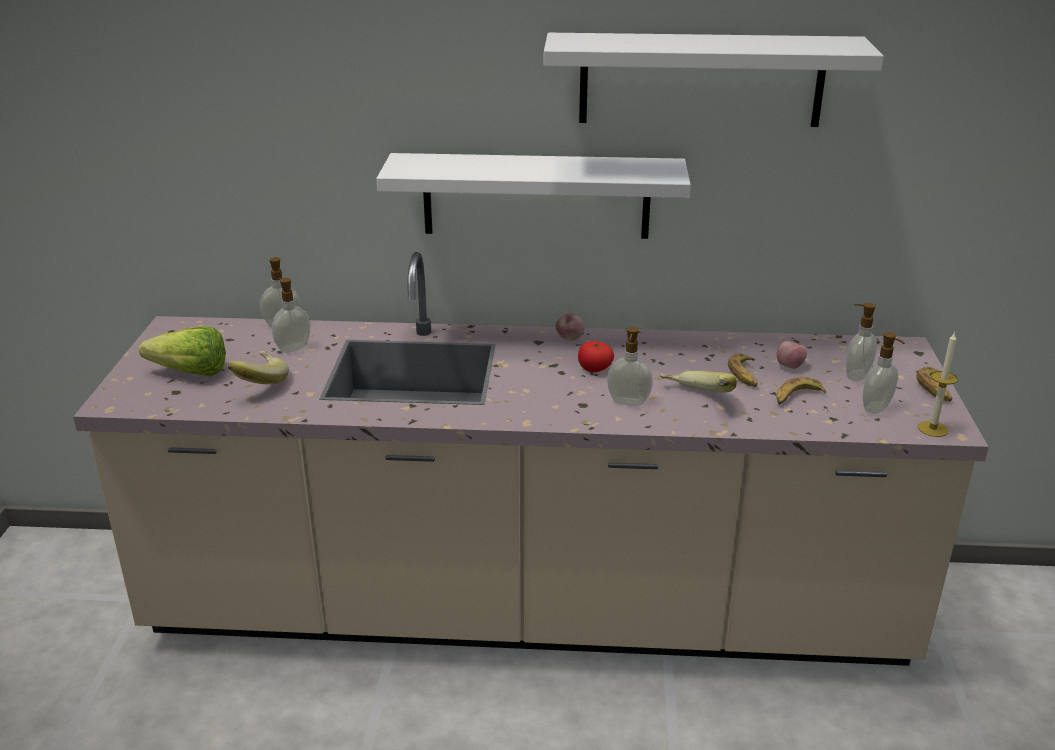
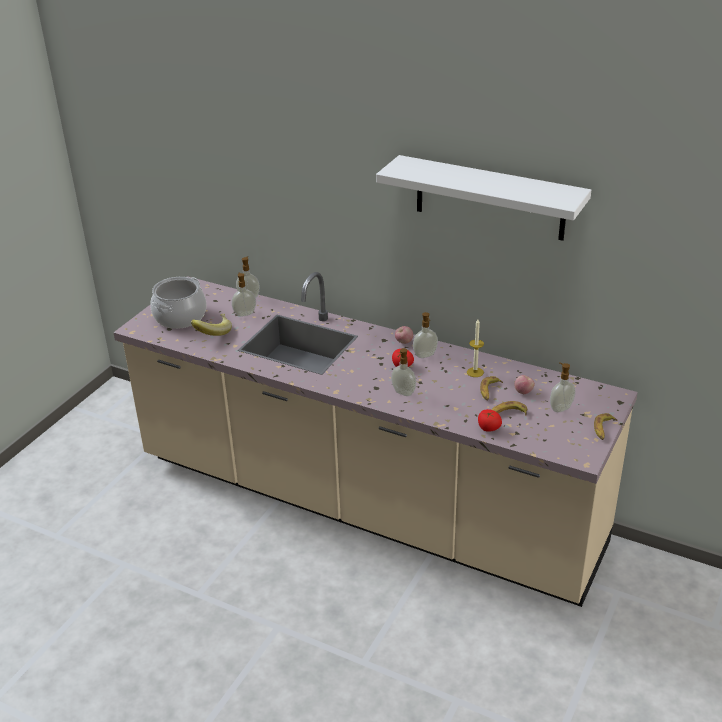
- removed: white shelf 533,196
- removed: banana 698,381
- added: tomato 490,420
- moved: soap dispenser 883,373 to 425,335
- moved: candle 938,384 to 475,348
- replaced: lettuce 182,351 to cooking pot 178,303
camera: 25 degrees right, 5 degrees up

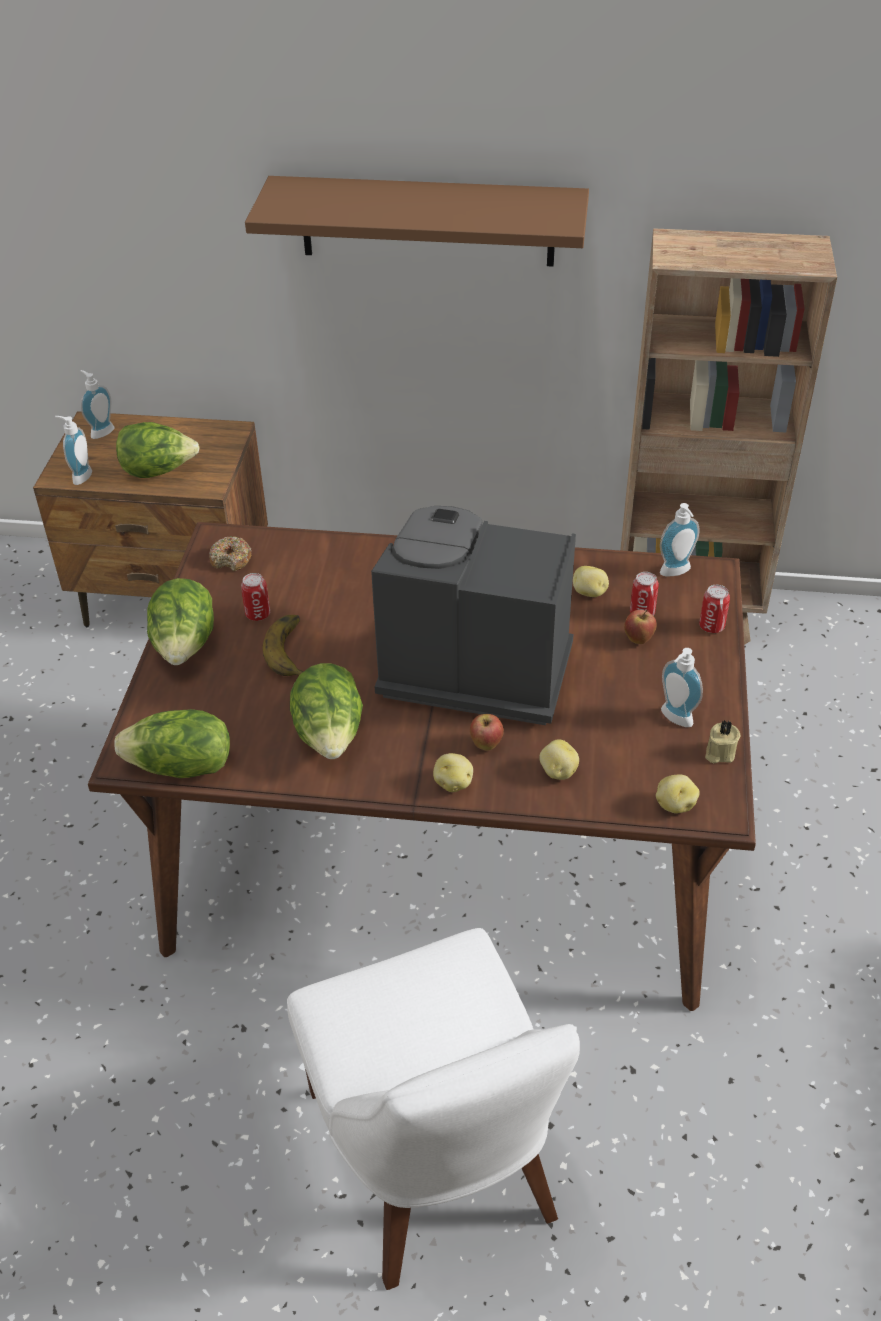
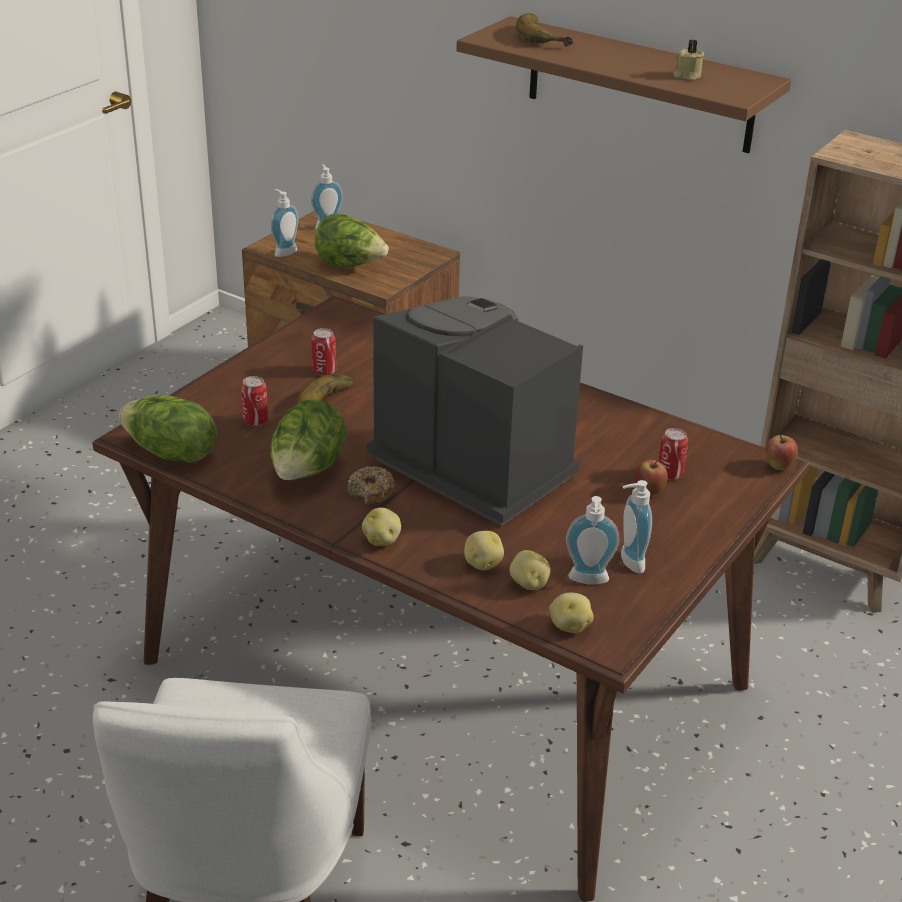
- removed: lettuce 180,621
- added: banana 544,29
- moved: donut 230,553 to 371,485
- moved: apple 487,732 to 781,452
- moved: potato 591,581 to 530,570
- moved: soap dispenser 679,539 to 592,540
- moved: can 714,609 to 254,401
- moved: beige candle 722,741 to 688,60
camera: 25 degrees right, 10 degrees down

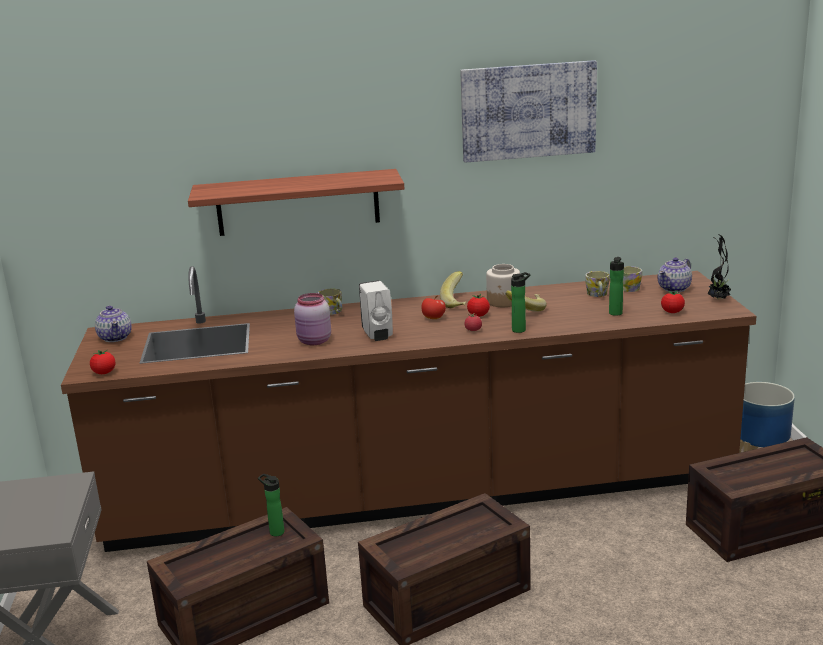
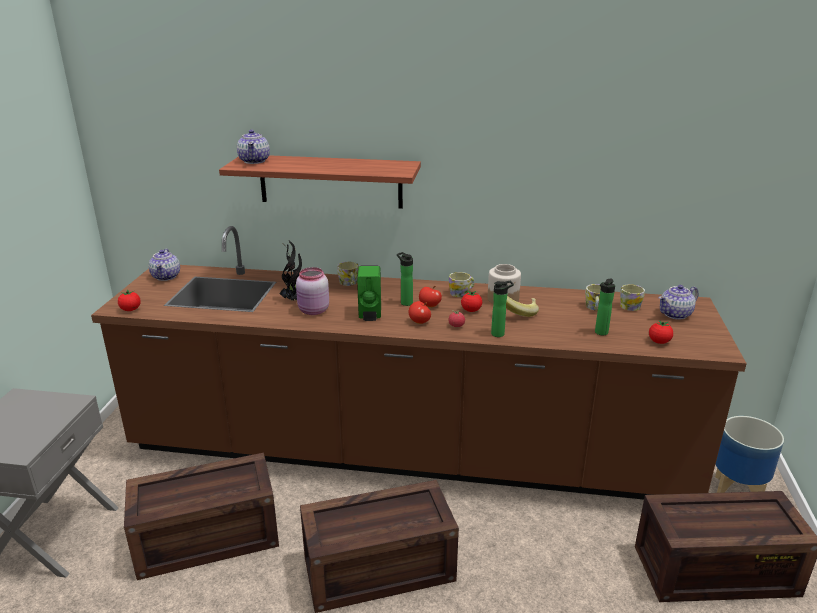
- removed: picture 528,111
- added: teapot 253,147
- added: apple 420,312
- moved: bottle 271,505 to 405,279
- moved: potted plant 718,266 to 290,271
- replaced: banana 453,289 to mug 462,284
- recoloured: white soap dispenser 376,310 to green soap dispenser 369,293
camera: 15 degrees right, 5 degrees up

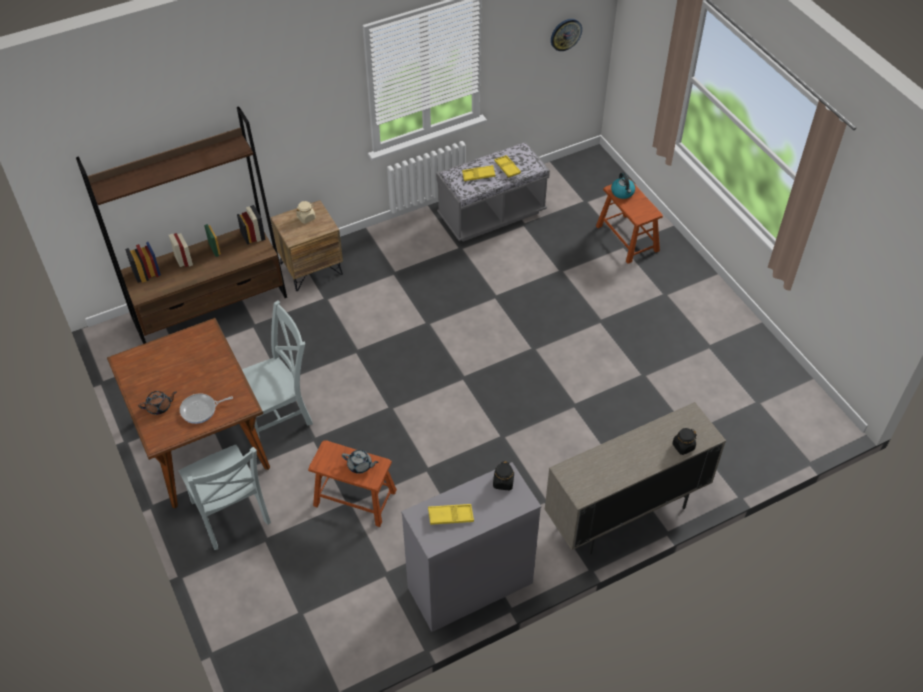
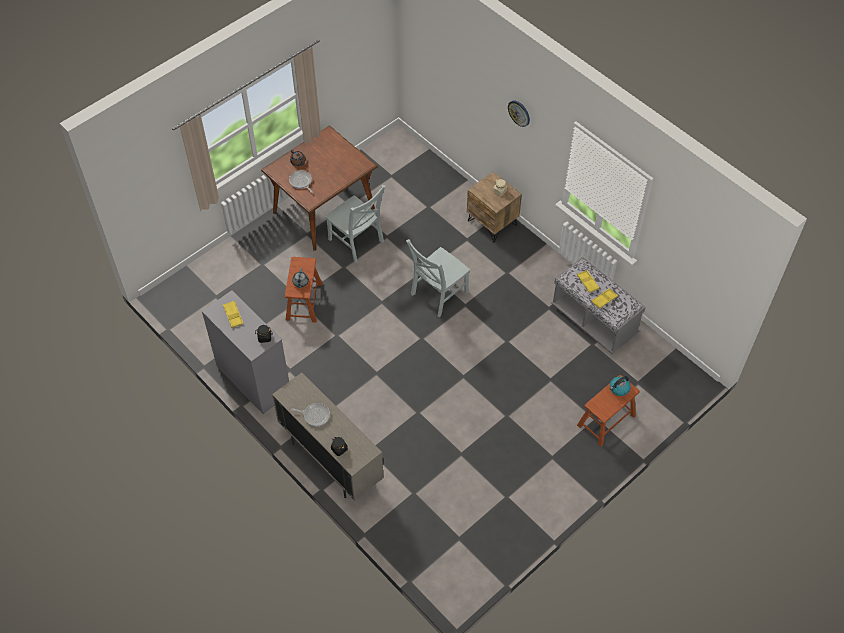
- removed: brown bookcase 181,225
- added: frying pan 310,414
- moved: grey chair 225,497 to 438,278
- moved: wall clock 566,35 to 519,113
camera: 75 degrees right, 5 degrees up

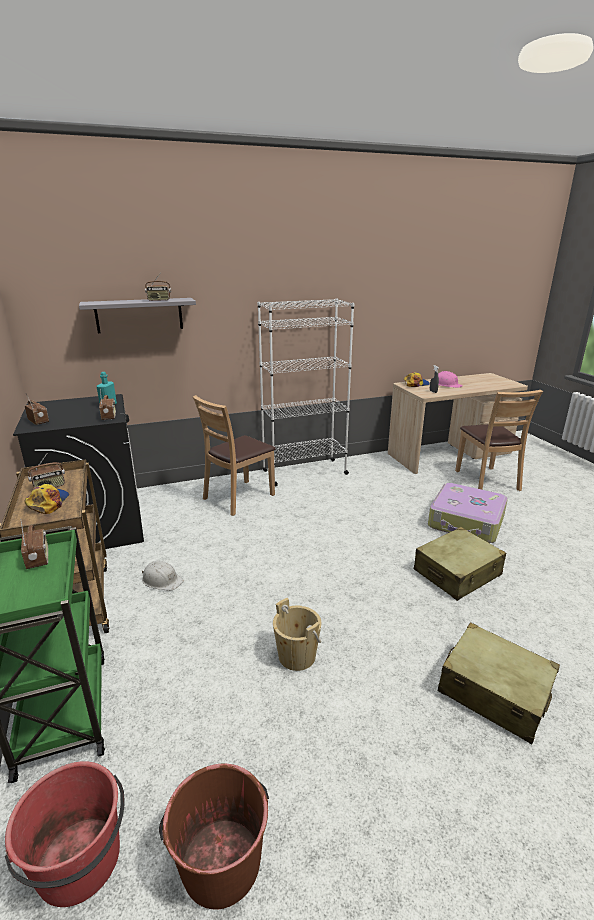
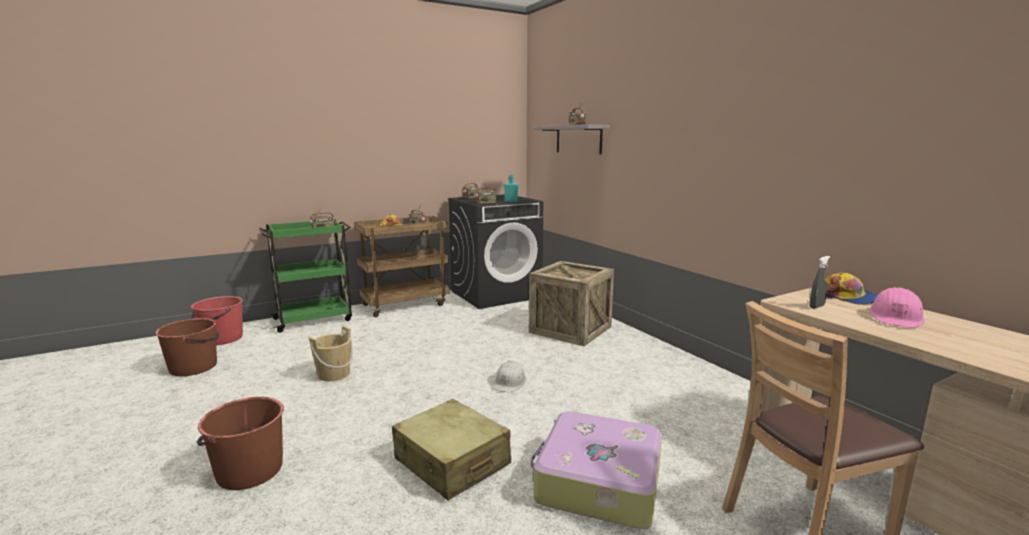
- removed: white bookcase 306,392
- moved: white hard hat 163,576 to 510,377
- replaced: brown chair 234,455 to crate 571,303
- replaced: beige suitcase 499,683 to brown bucket 240,443
camera: 80 degrees right, 10 degrees down

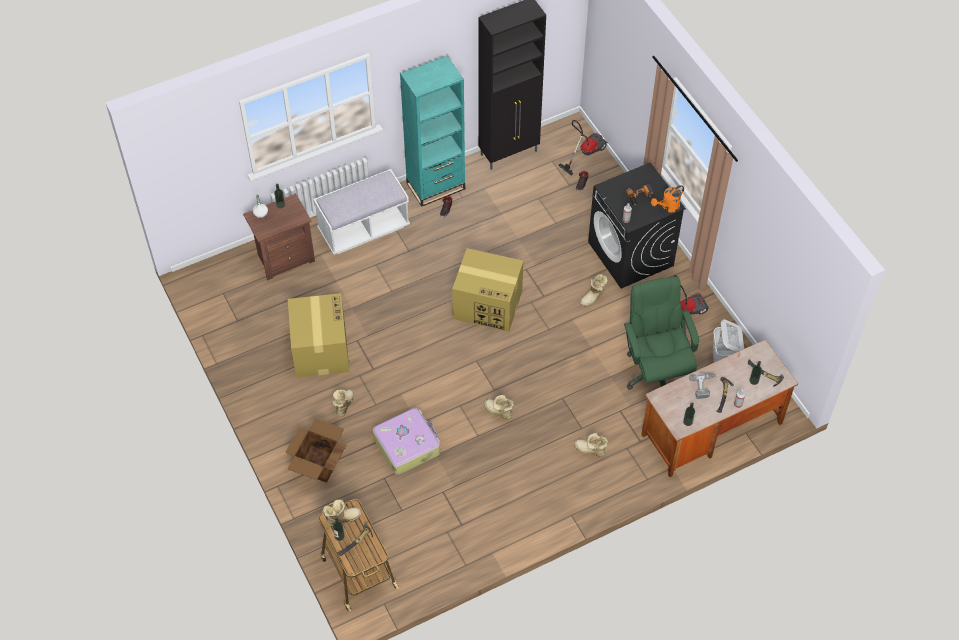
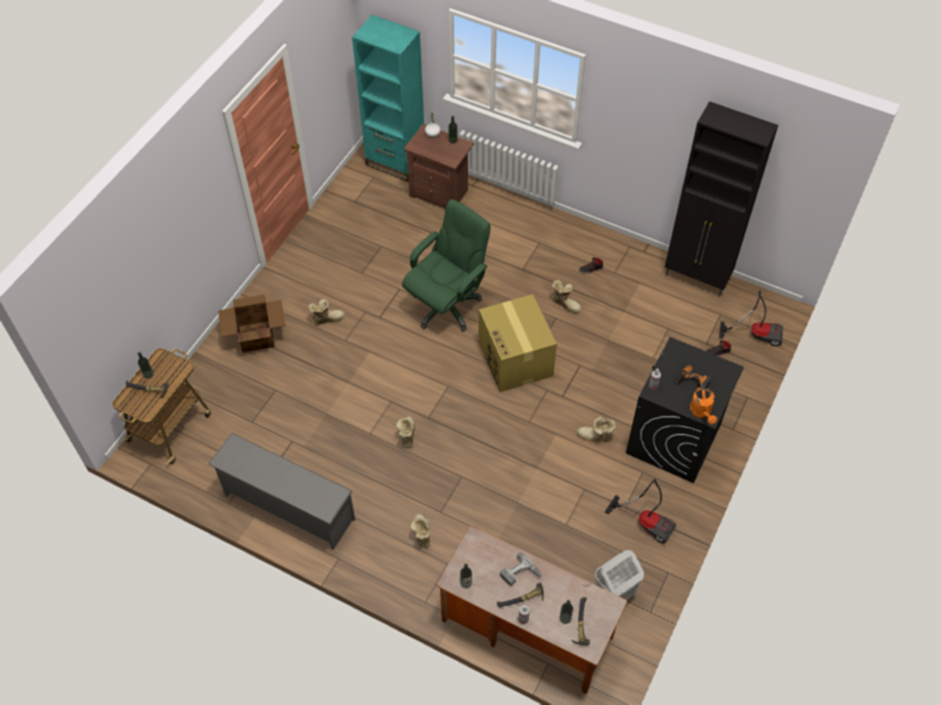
- removed: cardboard box 319,335
- removed: white bench 361,212
- removed: suitcase 406,441
- added: grey shoe rack 281,491
- moved: boot 342,513 to 567,296
- moved: turquoise bookcase 432,131 to 388,98
- moved: green office chair 661,333 to 446,265
- turned: orange watering can 667,199 = 703,403 120 degrees counterclockwise
camera: 55 degrees right, 0 degrees up

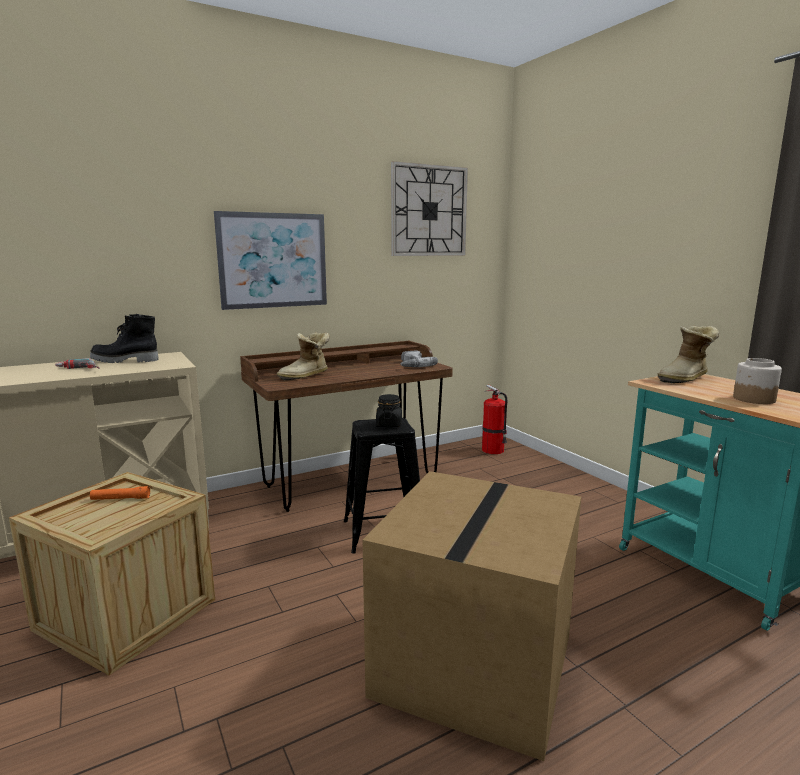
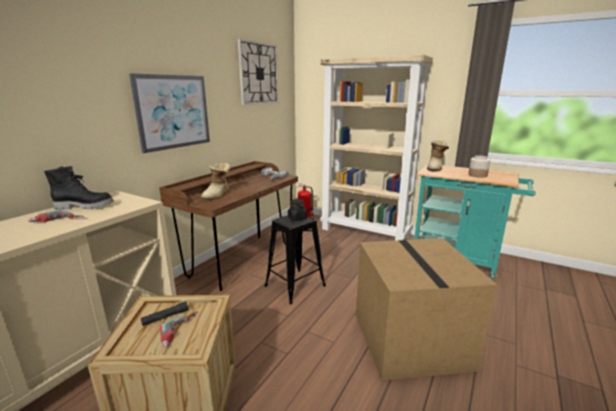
- added: power drill 179,329
- added: beige bookcase 376,147
- recoloured: orange flashlight 120,493 to black flashlight 164,313
- turned: black boot 124,338 = 79,188 150 degrees counterclockwise
camera: 30 degrees left, 5 degrees up

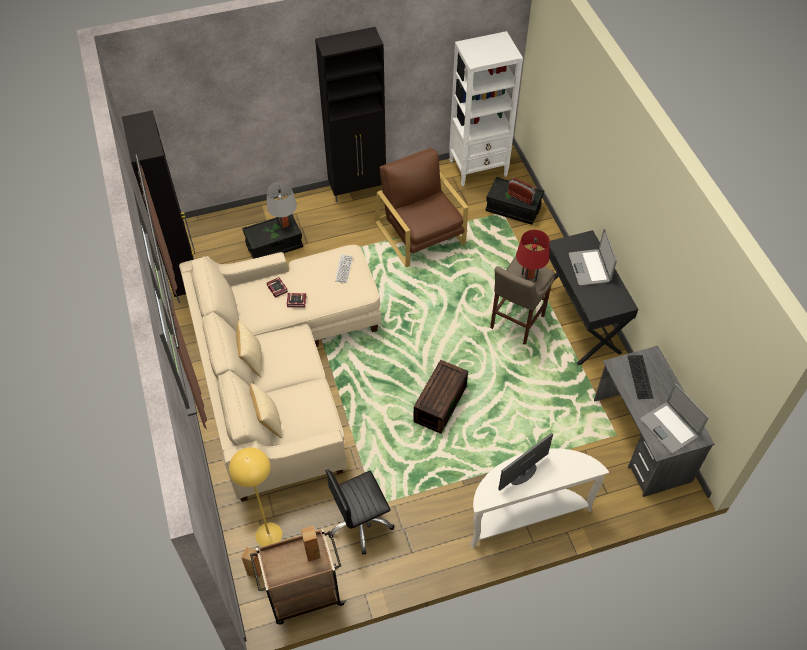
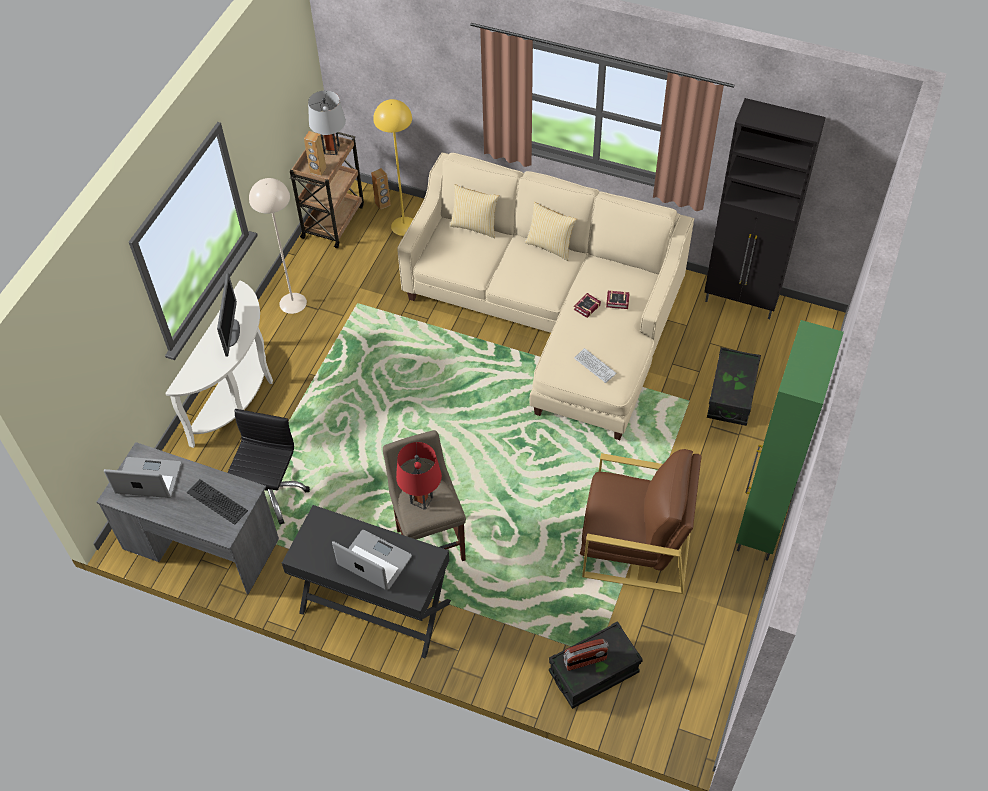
- removed: brown storage box 440,396
- removed: white bookcase 486,109
- added: beige floor lamp 278,246
- moved: grey table lamp 282,207 to 327,122
- moved: black office chair 359,512 to 268,467
- recoloured: black cabinet 350,115 to green cabinet 790,440
camera: 130 degrees right, 0 degrees up

